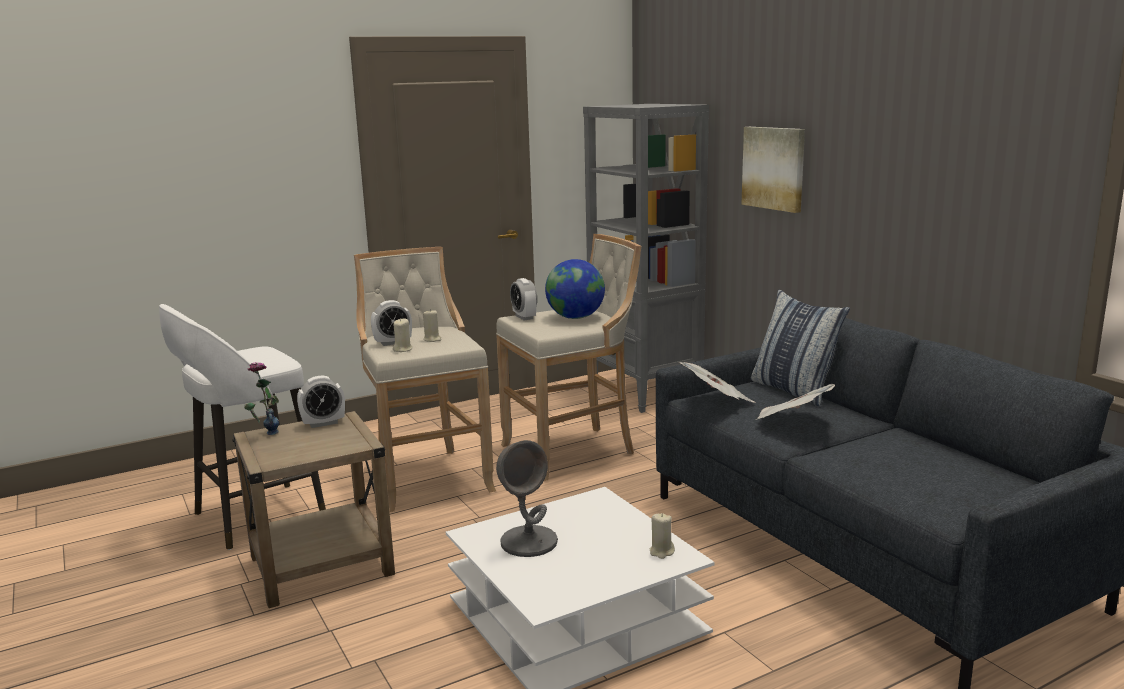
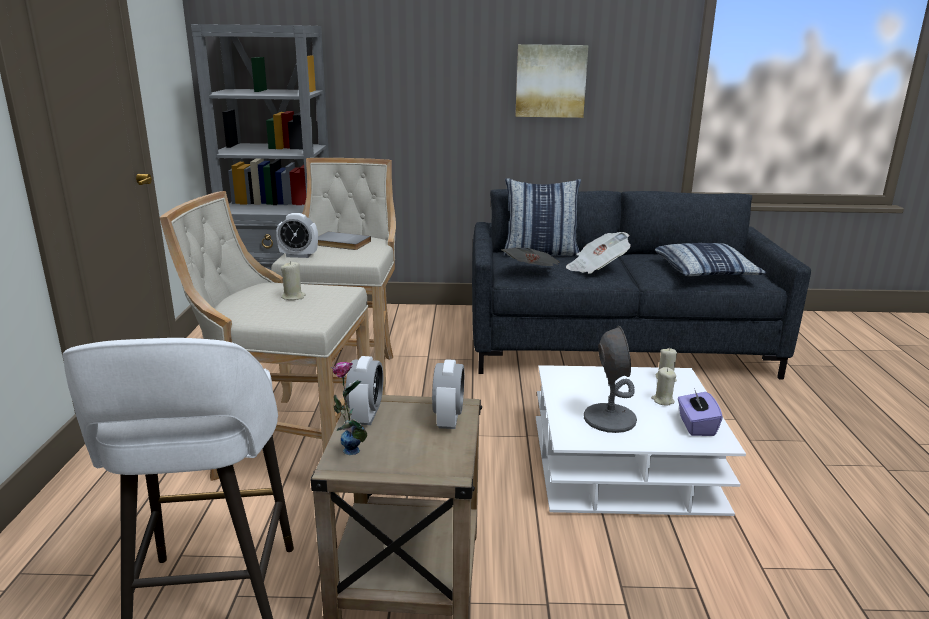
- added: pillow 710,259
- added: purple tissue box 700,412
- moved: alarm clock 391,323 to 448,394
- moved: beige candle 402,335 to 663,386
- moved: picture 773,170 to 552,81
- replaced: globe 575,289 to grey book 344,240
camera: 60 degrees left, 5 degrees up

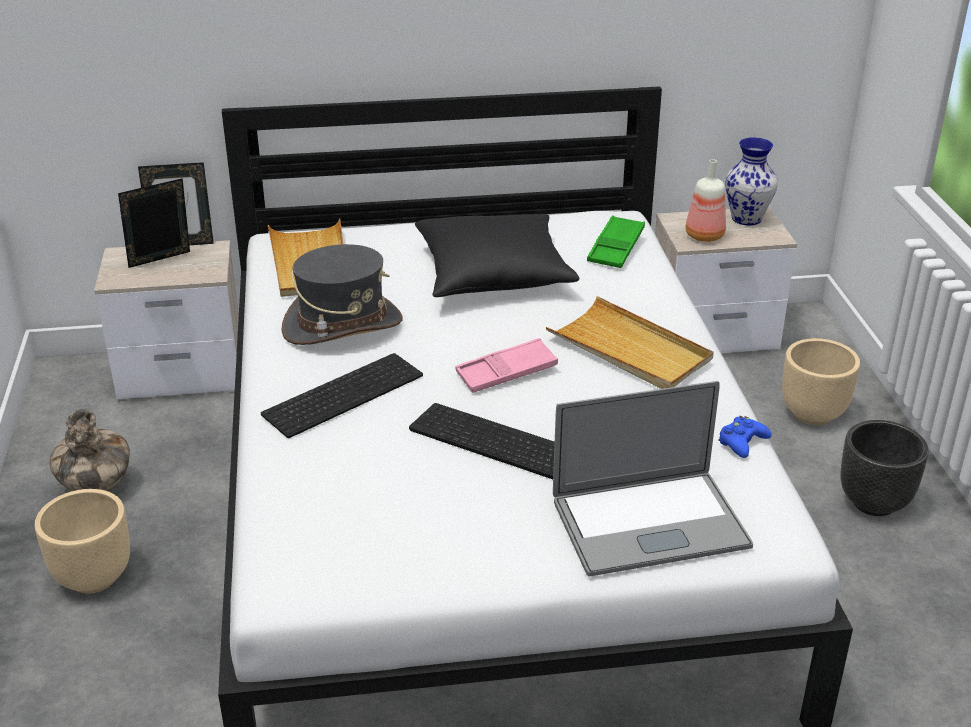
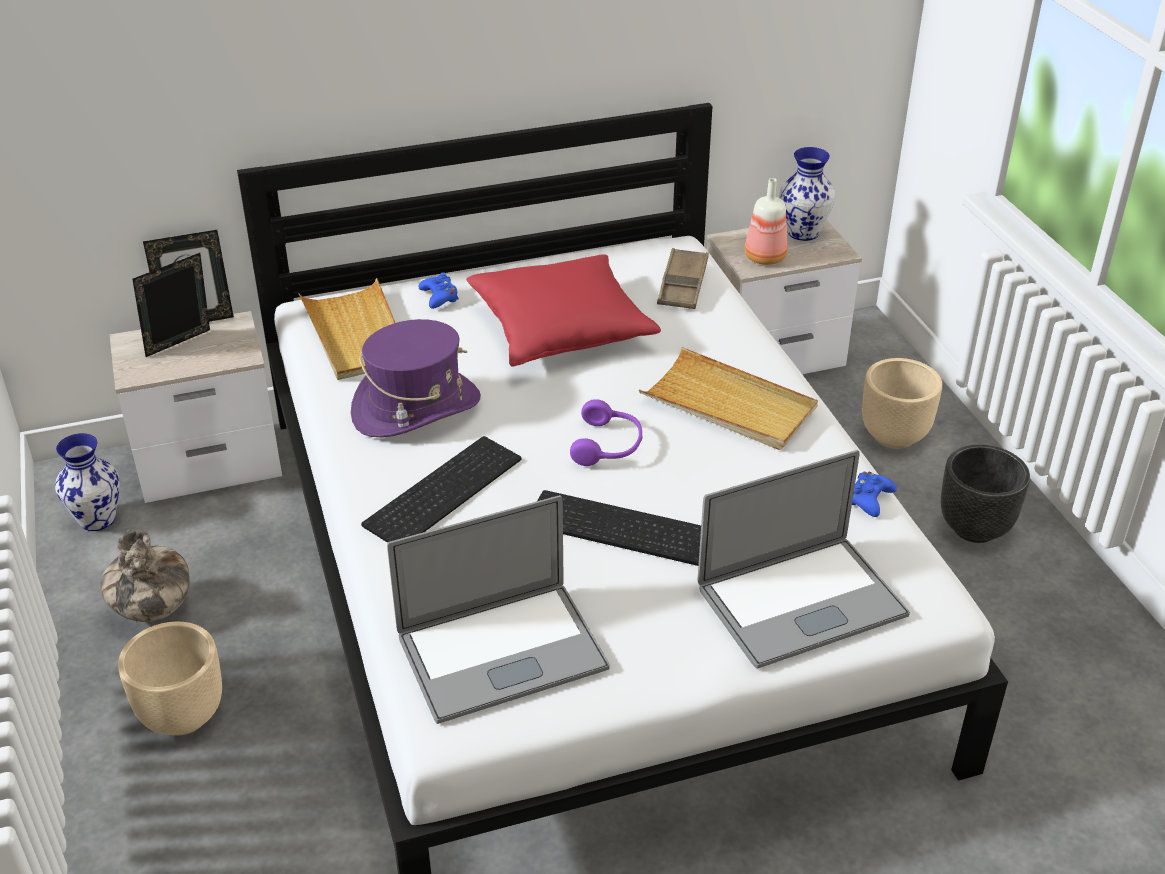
- added: vase 87,482
- added: laptop 498,609
- added: blue game controller 439,291
- replaced: pink tray 507,365 to purple headphones 606,432
- recoloured: grey hat 342,294 to purple hat 416,378
- recoloured: black pillow 497,255 to red pillow 563,310
- recoloured: green tray 616,241 to brown tray 683,278
camera: 10 degrees left, 5 degrees up

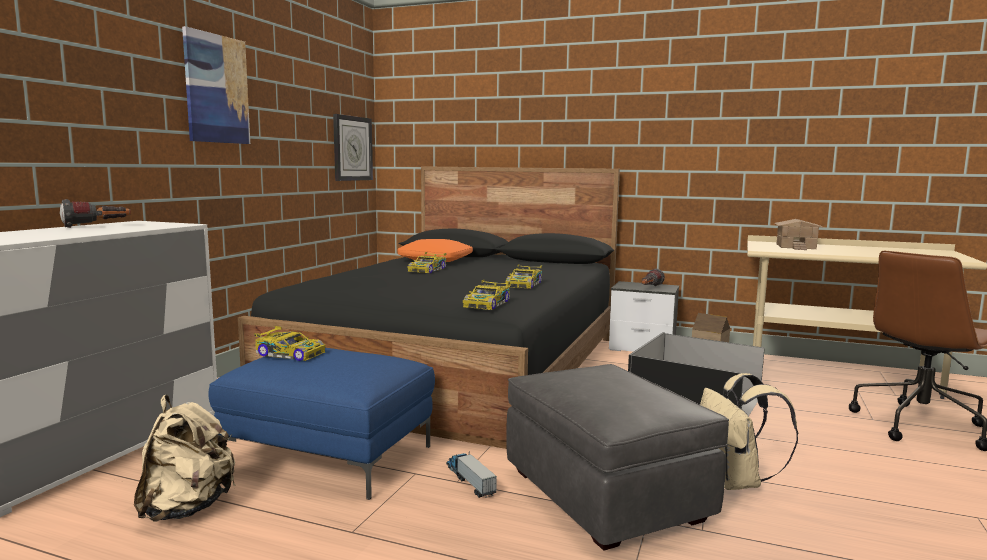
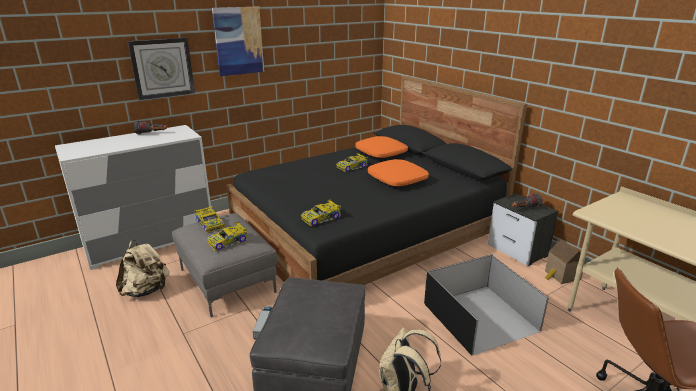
- removed: toy house 798,234
- added: orange pillow 398,172
- moved: wall clock 353,147 to 161,69
- moved: toy car 523,276 to 227,236
- recoloured: blue ottoman 321,424 to grey ottoman 224,265
camera: 35 degrees right, 15 degrees up

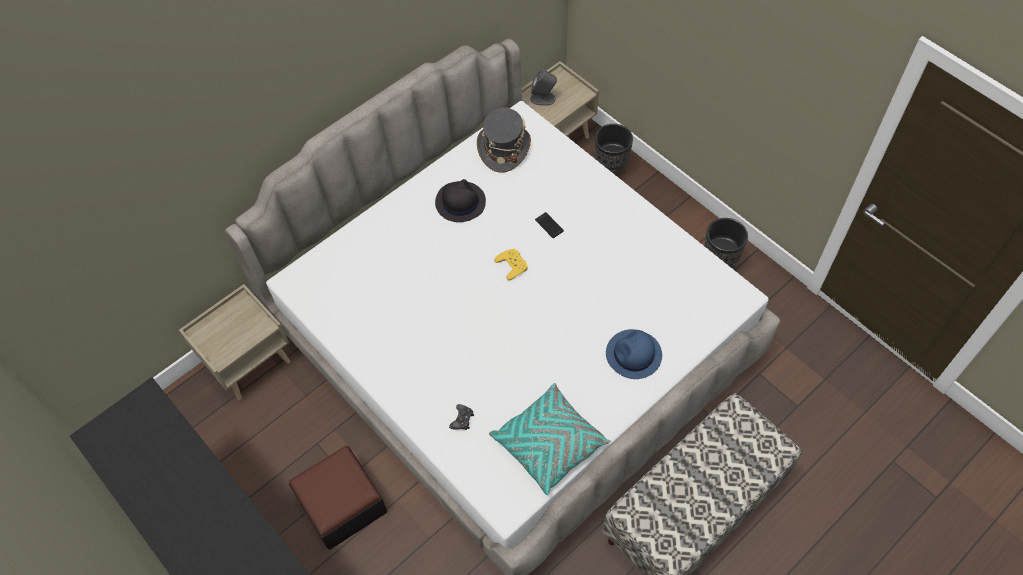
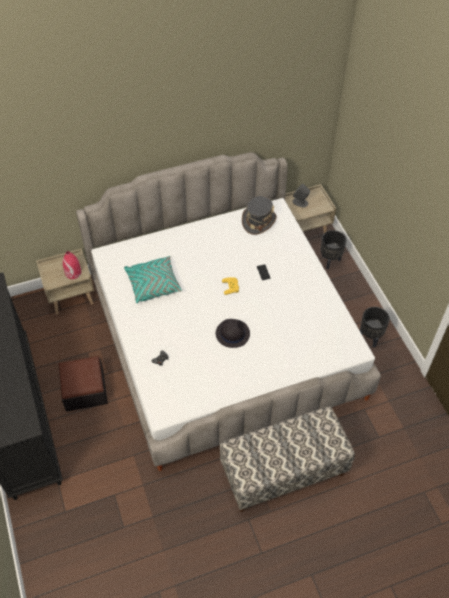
- removed: blue hat 634,354
- added: red vase 72,265
- moved: black hat 460,200 to 233,333
- moved: turquoise pillow 549,439 to 153,279
camera: 20 degrees right, 5 degrees down

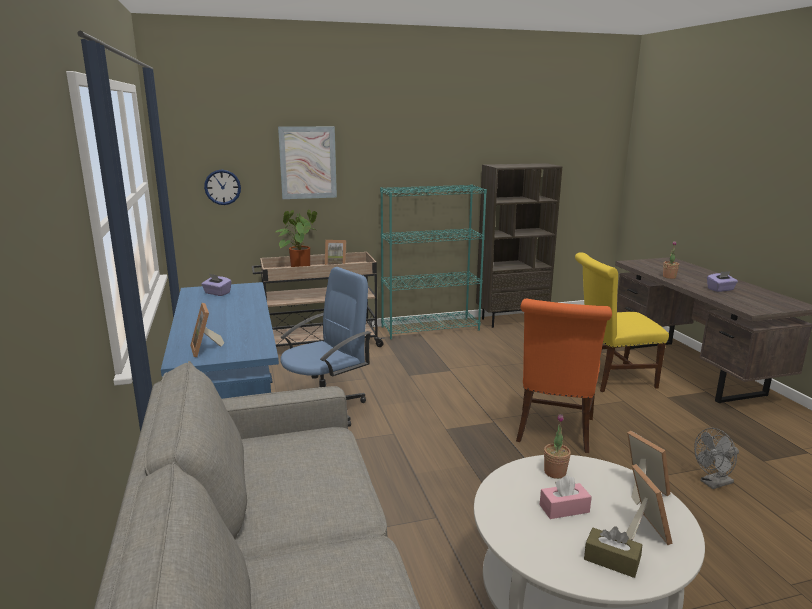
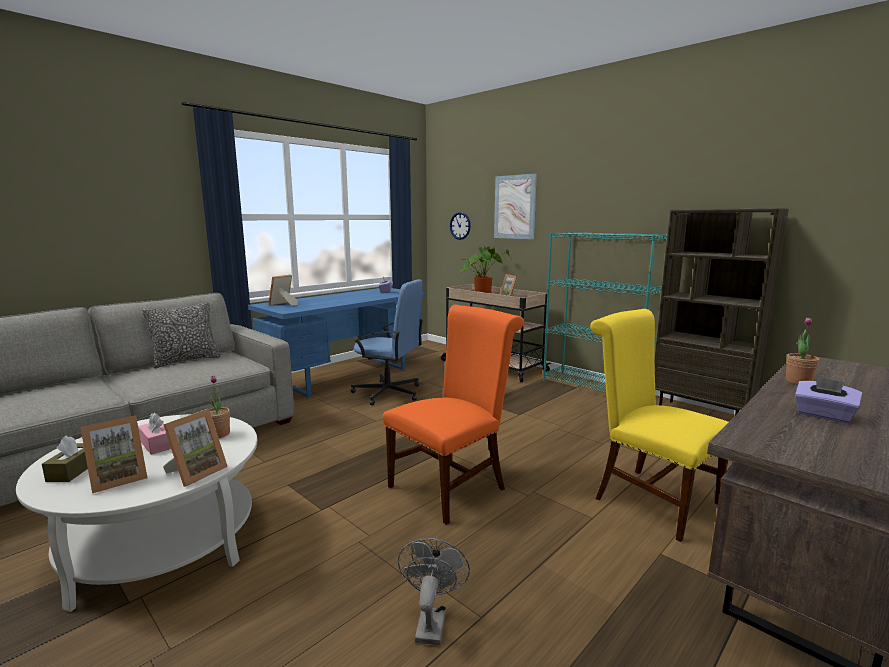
- added: pillow 181,335
- turned: orange chair 564,375 = 453,415 150 degrees clockwise
- turned: grey fan 716,458 = 434,591 60 degrees clockwise
camera: 60 degrees right, 5 degrees down

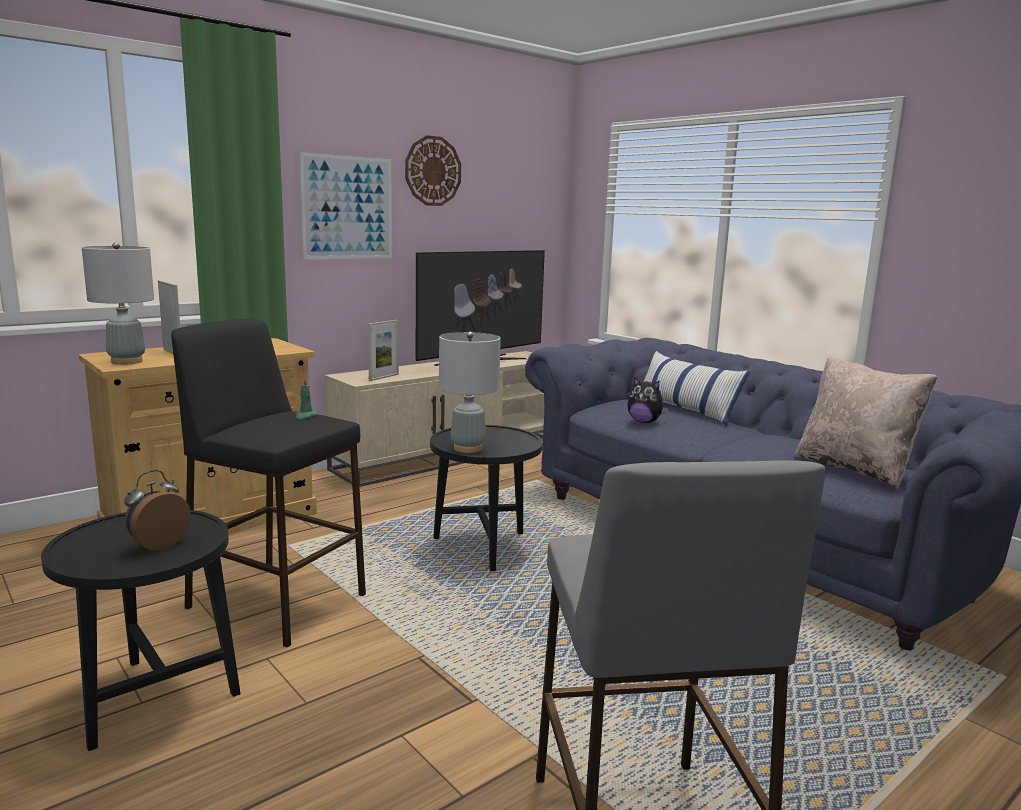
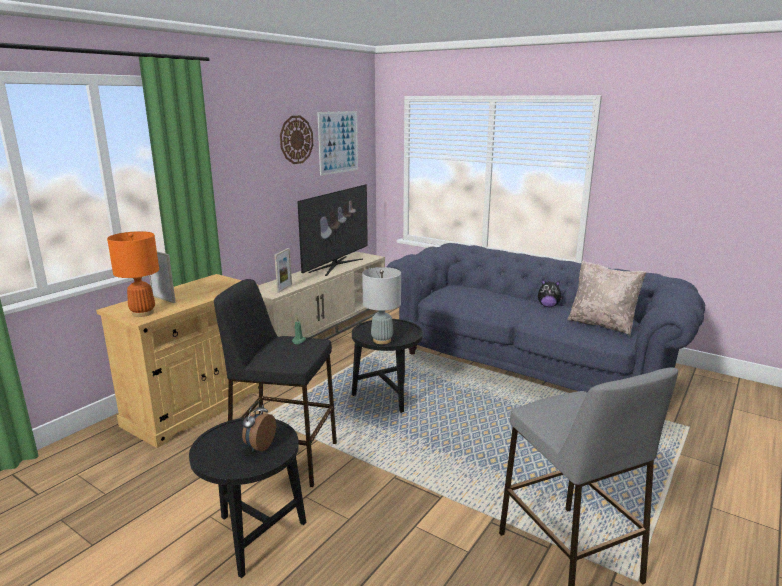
- removed: pillow 697,388
- moved: picture 345,205 to 337,143
- moved: plush toy 648,400 to 550,293
- recoloured: grey table lamp 118,303 to orange table lamp 133,274
camera: 15 degrees left, 5 degrees up

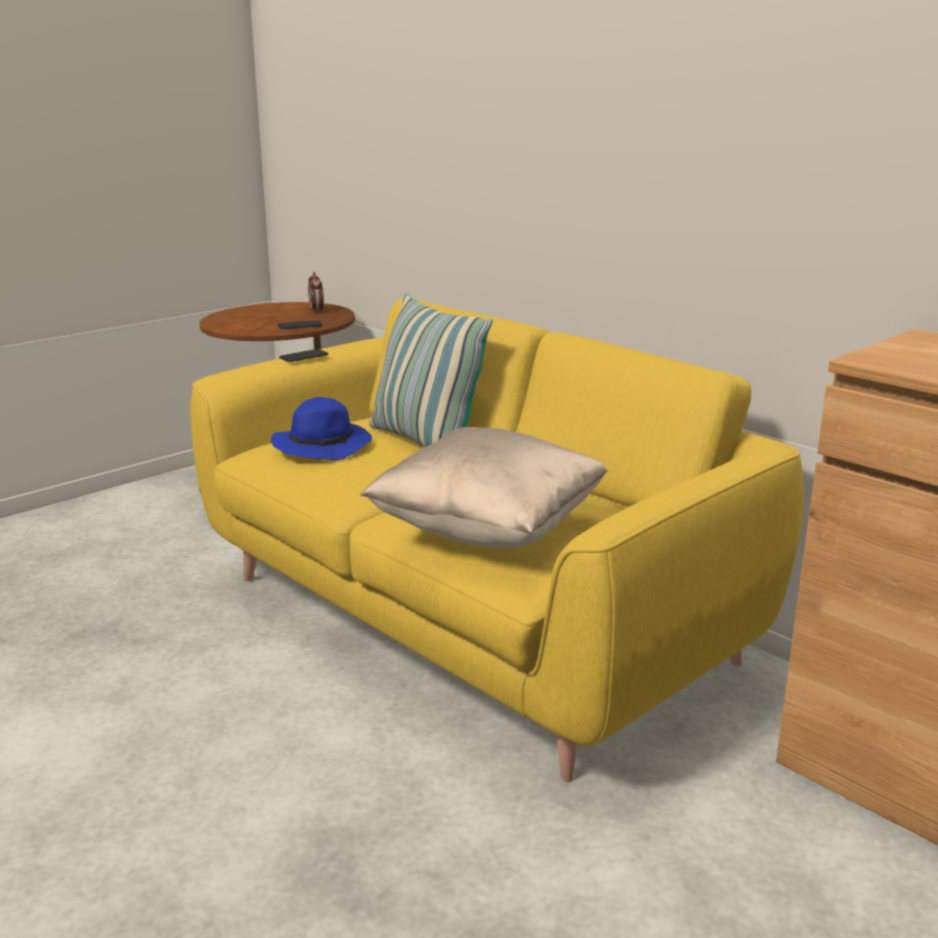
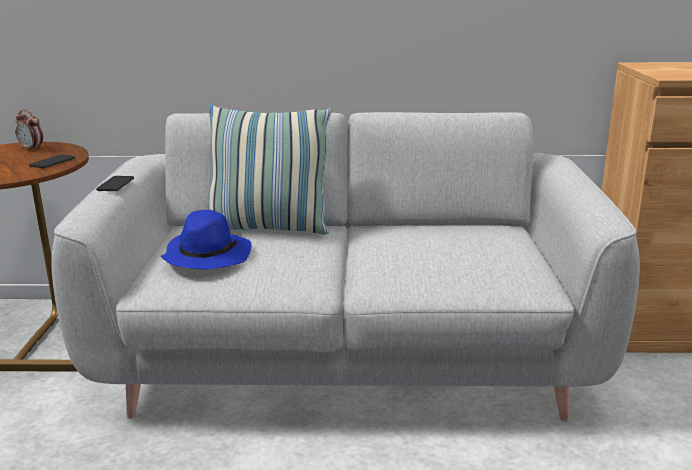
- removed: beige pillow 484,487
- recoloured: yellow sofa 497,540 to grey sofa 345,267
camera: 45 degrees left, 0 degrees up

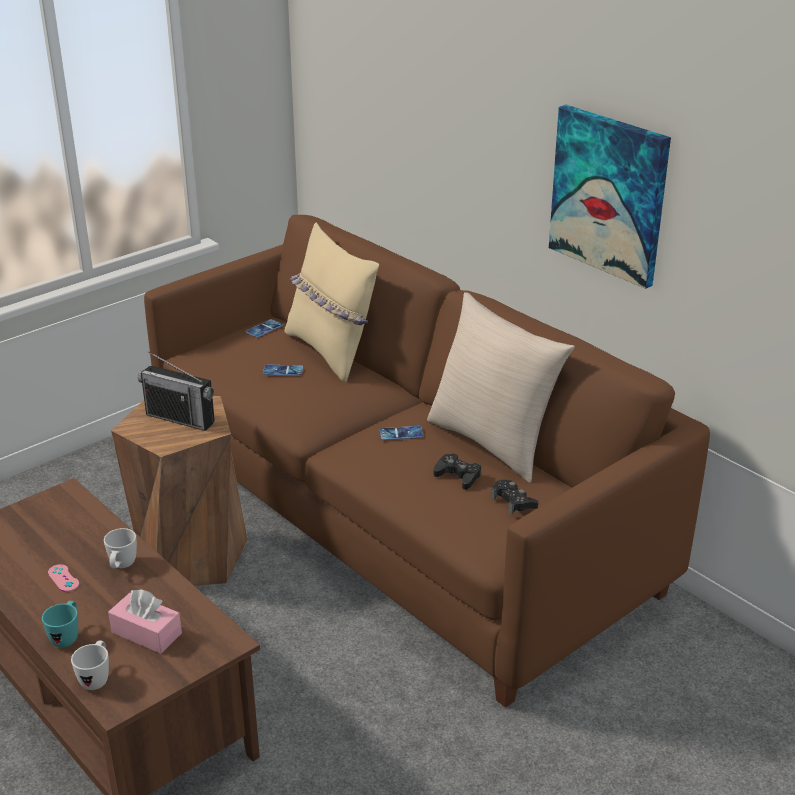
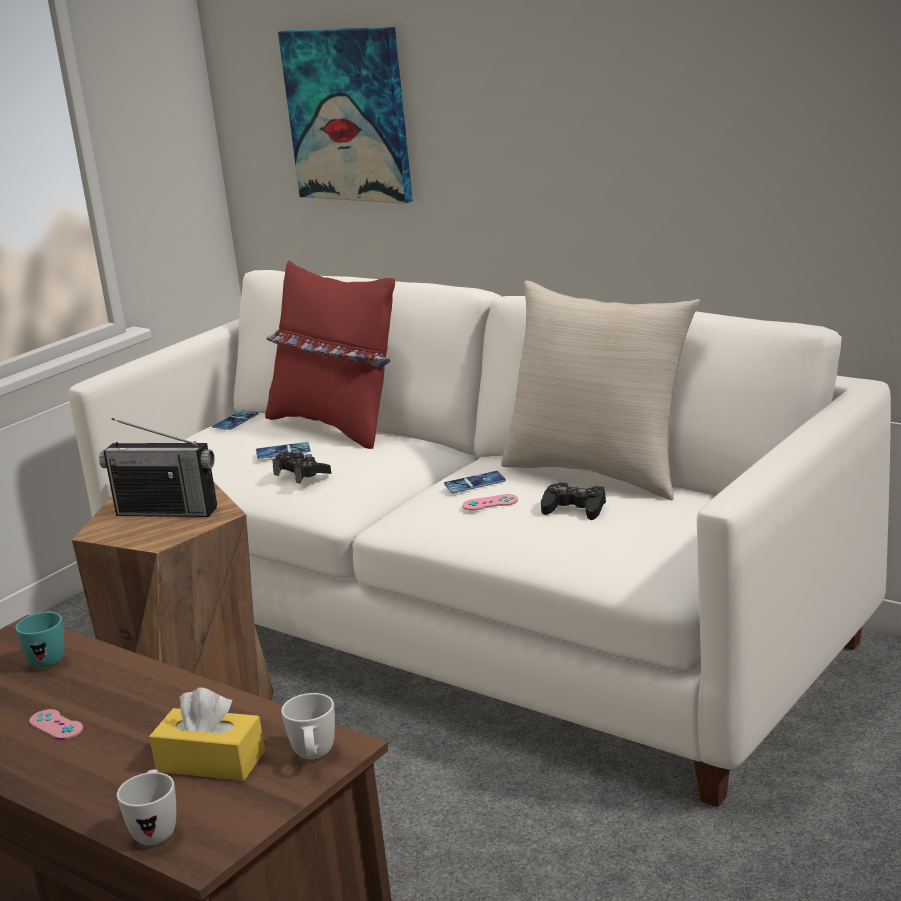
- added: pink game controller 490,502
- moved: turquoise mug 60,624 to 40,639
- moved: white mug 120,548 to 308,726
- moved: black game controller 514,497 to 301,467
- moved: picture 610,197 to 345,115
- recoloured: pink tissue box 145,621 to yellow tissue box 207,734
- recoloured: brown sofa 427,461 to white sofa 480,538
- recoloured: beige pillow 331,302 to red pillow 330,355
camera: 10 degrees left, 10 degrees down

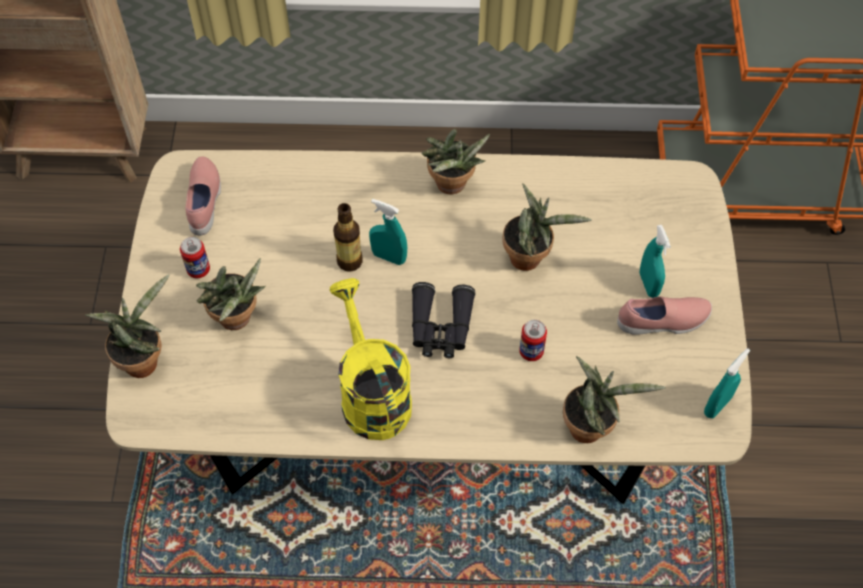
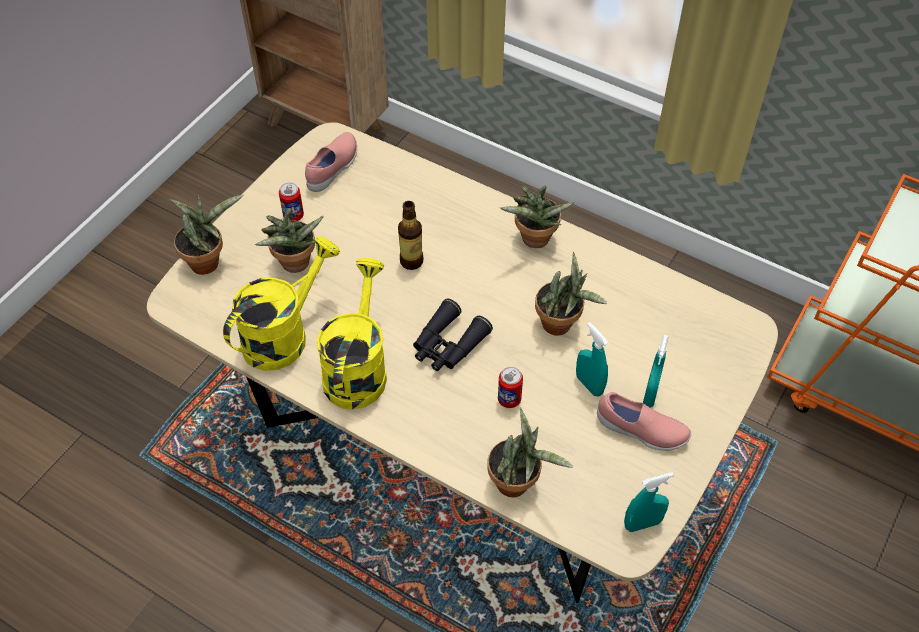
- added: yellow watering can 281,303
- moved: turquoise spray bottle 388,232 to 592,359
camera: 30 degrees right, 5 degrees down

